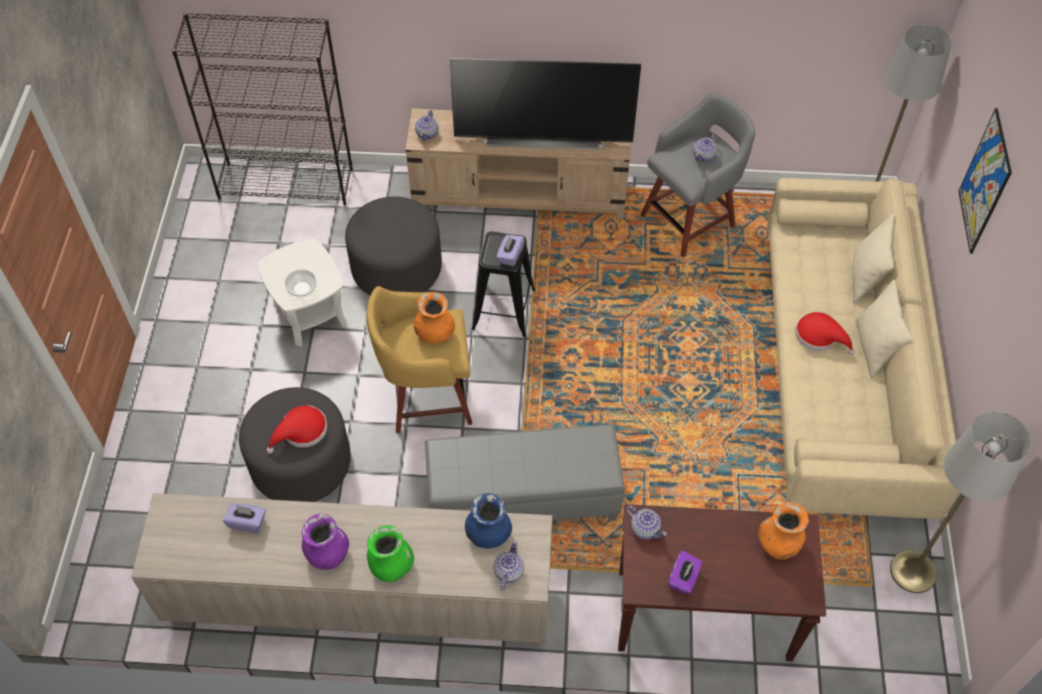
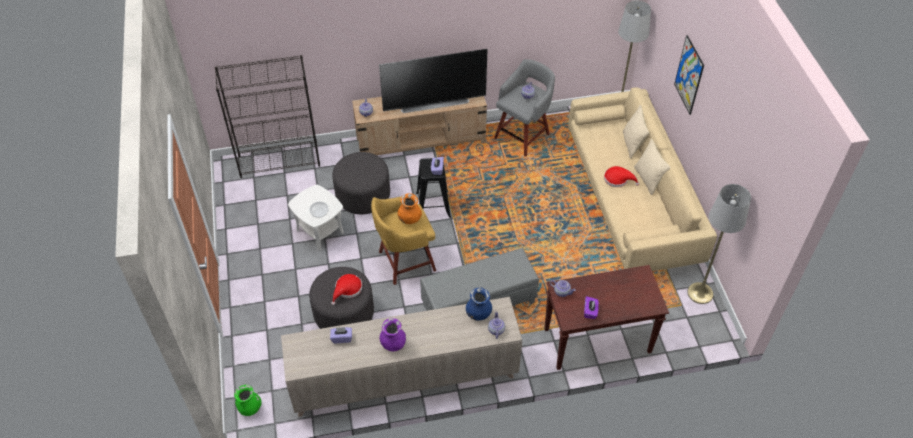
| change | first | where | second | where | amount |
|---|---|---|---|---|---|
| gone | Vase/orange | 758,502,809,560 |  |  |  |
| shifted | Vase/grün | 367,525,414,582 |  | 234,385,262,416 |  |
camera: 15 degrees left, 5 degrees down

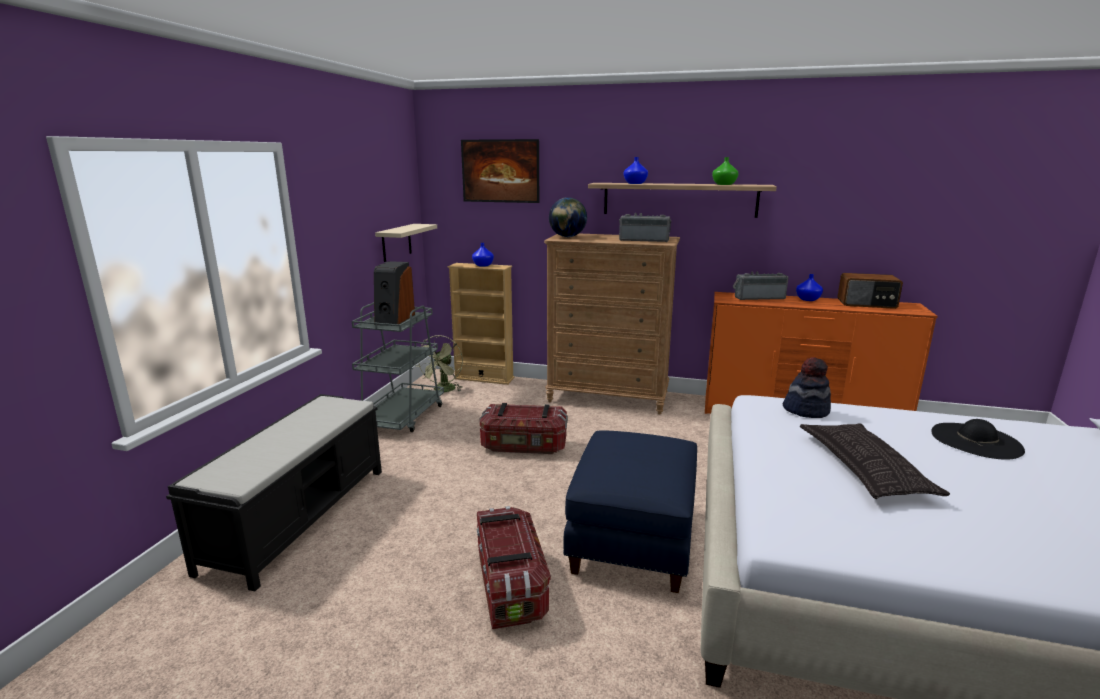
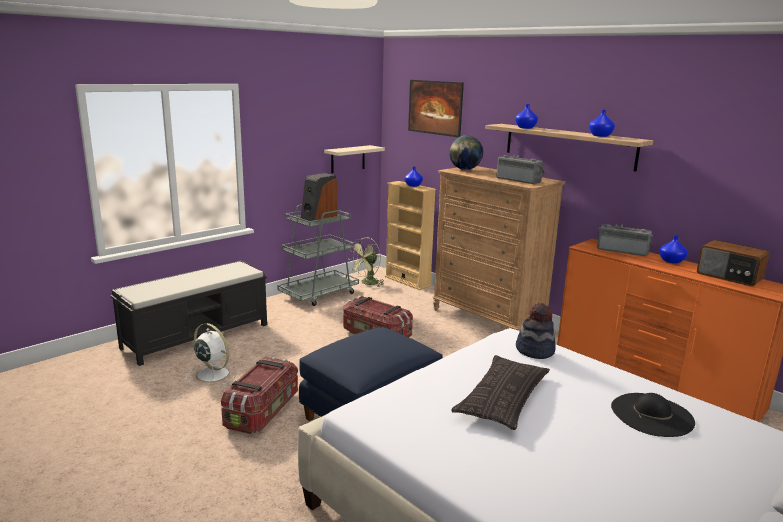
| change | first | where | second | where | amount |
|---|---|---|---|---|---|
| repainted | Vase/grün | 712,157,738,185 | Vase/blau | 589,110,615,137 |  |
| new |  |  | Ventilator/weiß | 186,323,238,385 |  |
camera: 30 degrees right, 0 degrees up

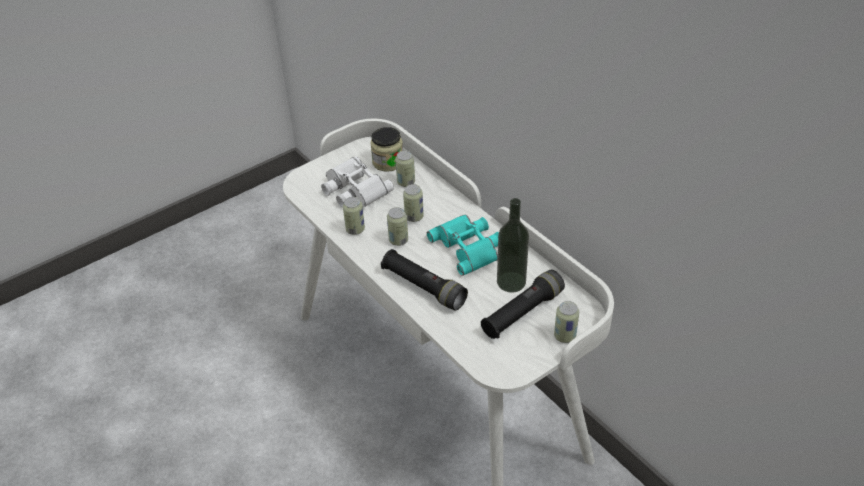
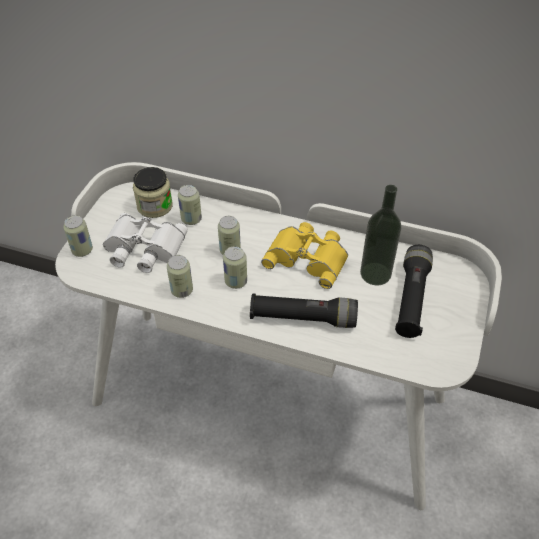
| change | first | where | second | where | amount |
|---|---|---|---|---|---|
| repainted | Fernglas/türkis | 427,215,499,276 | Fernglas/gelb | 261,222,348,289 |  |
| shifted | Dose | 554,301,579,343 |  | 63,215,93,257 |  |
camera: 35 degrees left, 5 degrees up

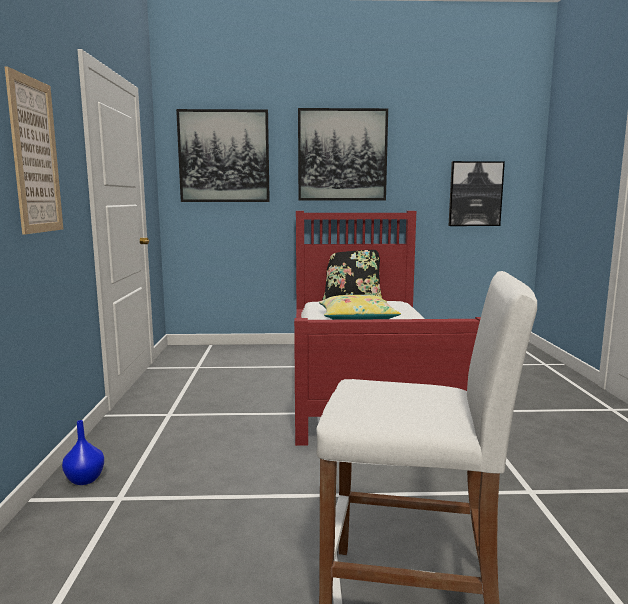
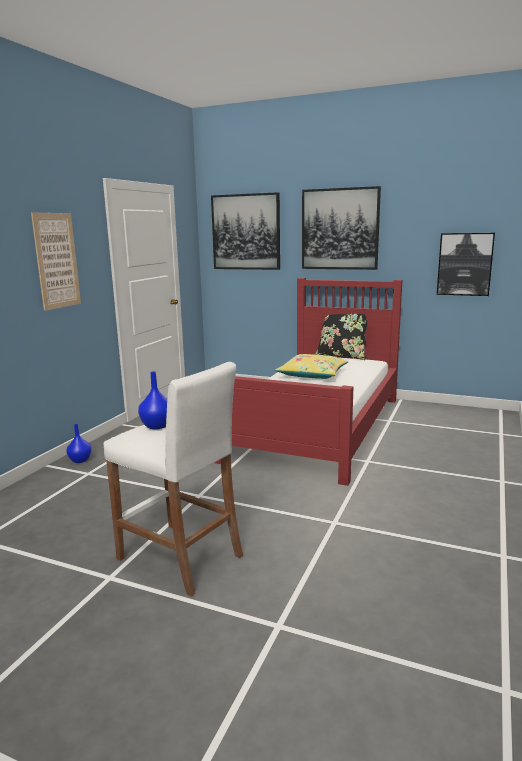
| change | first | where | second | where | amount |
|---|---|---|---|---|---|
| new |  |  | Vase/blau | 138,371,167,429 |  |
camera: 25 degrees right, 5 degrees up

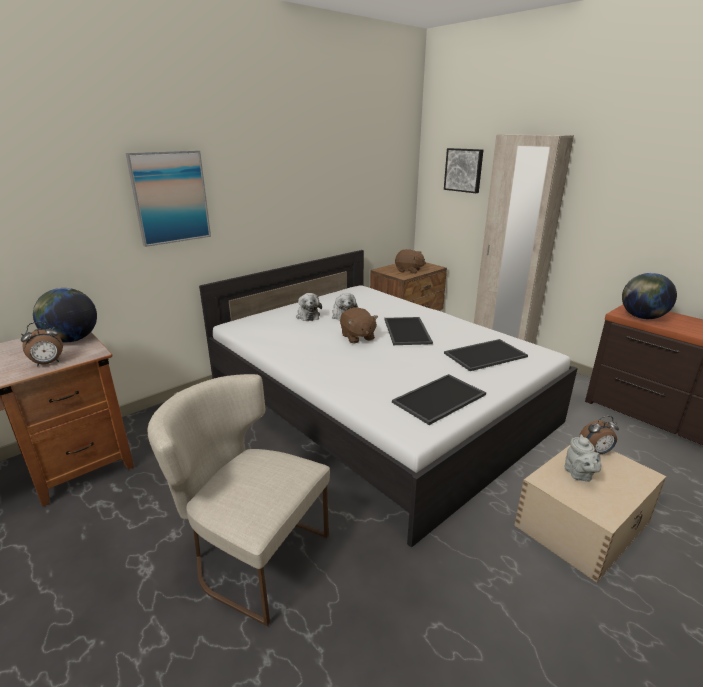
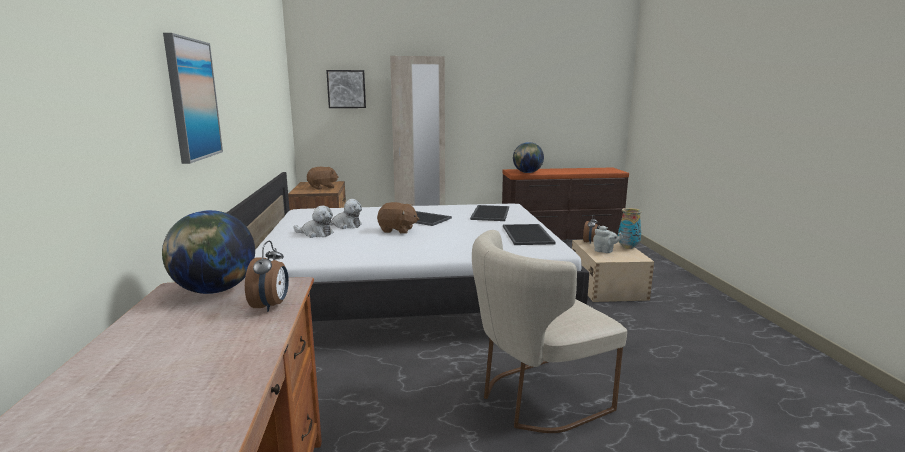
| change | first | where | second | where | amount |
|---|---|---|---|---|---|
| new |  |  | Vase | 618,208,642,249 |  |
camera: 55 degrees left, 10 degrees down

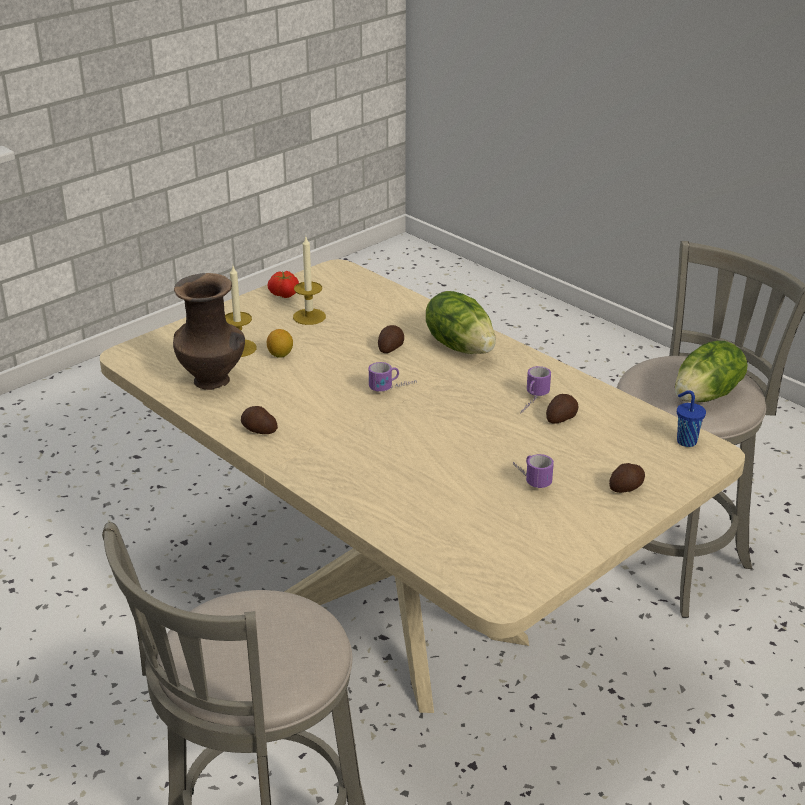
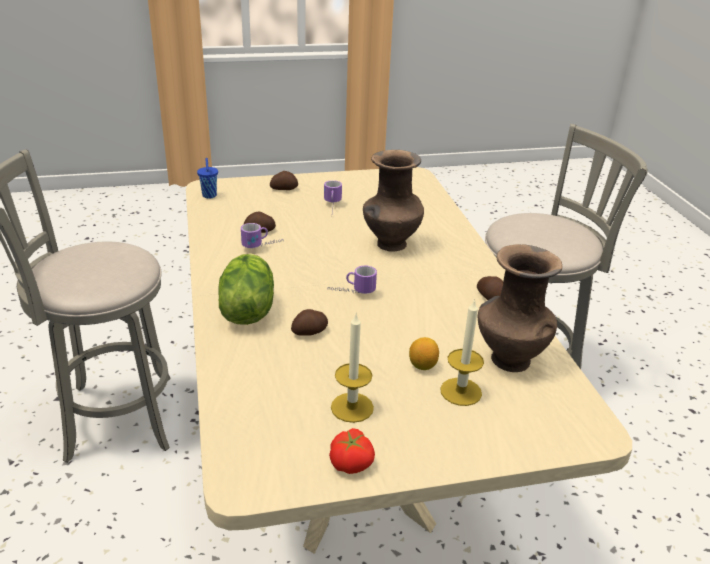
| change | first | where | second | where | amount |
|---|---|---|---|---|---|
| gone | Salatkopf | 675,341,748,402 |  |  |  |
| new |  |  | Vase/braun | 363,150,424,251 |  |
camera: 150 degrees left, 0 degrees up

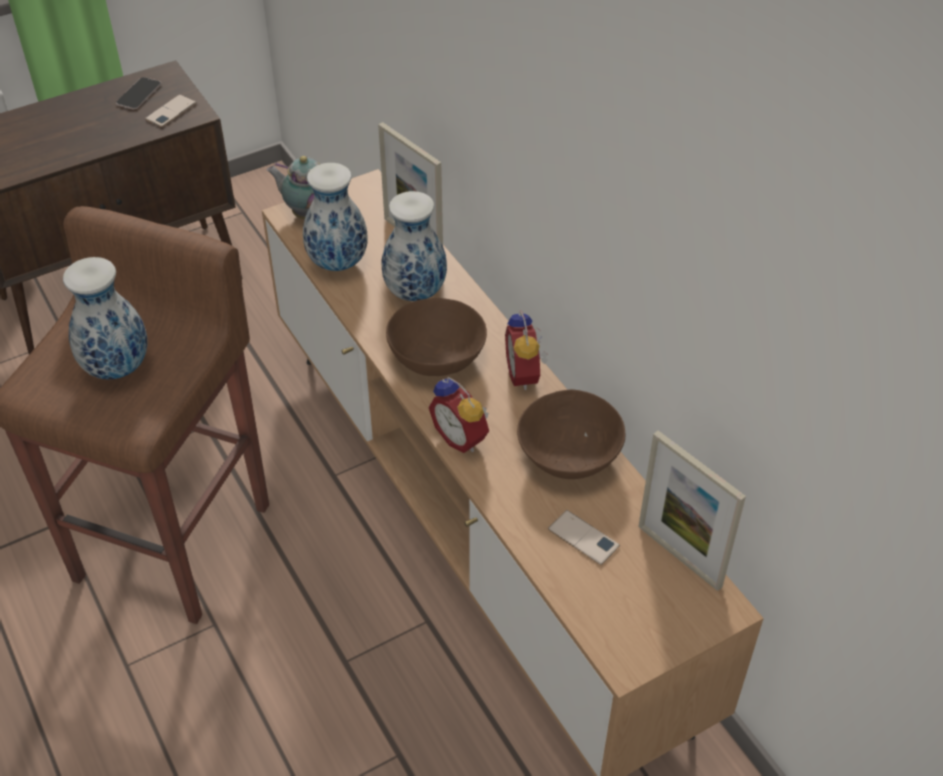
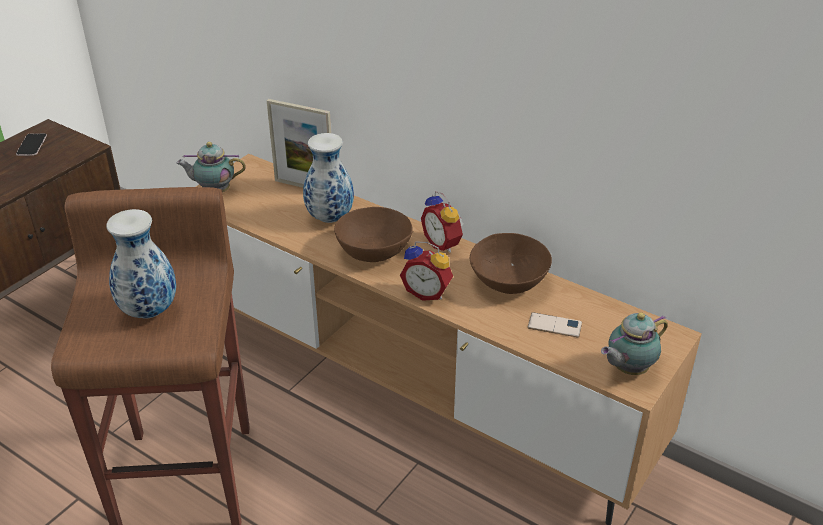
| change | first | where | second | where | amount |
|---|---|---|---|---|---|
| gone | Handy | 145,94,197,127 |  |  |  |
| gone | Vase | 303,163,368,271 |  |  |  |
| gone | Bilderrahmen | 638,430,746,591 |  |  |  |
| new |  |  | Teekanne | 601,312,668,375 |  |
camera: 25 degrees left, 10 degrees down

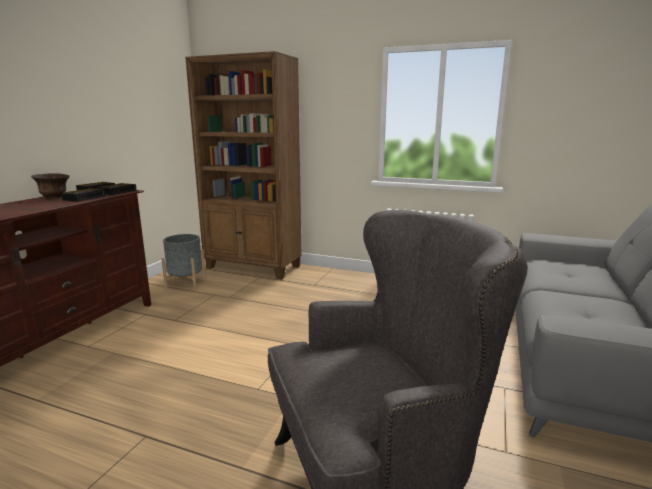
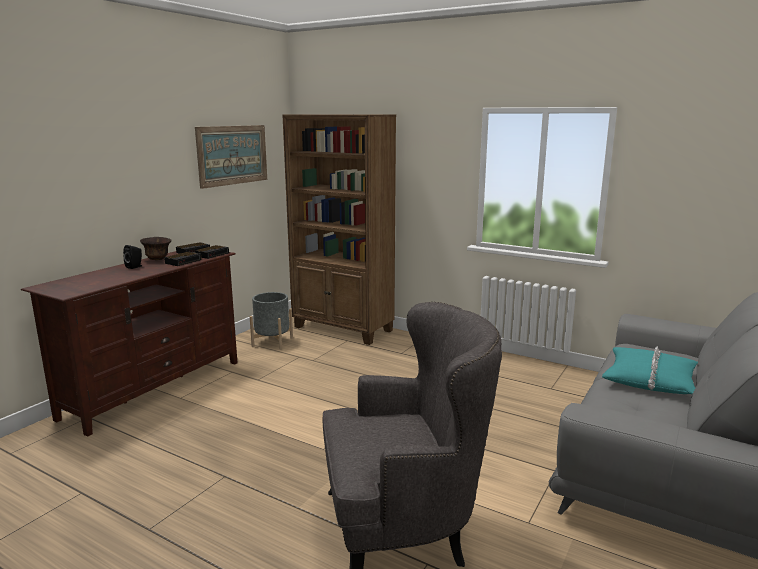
| change | first | where | second | where | amount |
|---|---|---|---|---|---|
| new |  |  | Bild | 195,125,267,189 |  |
| new |  |  | Lautsprecher/schwarz | 123,245,142,269 |  |
| new |  |  | Kissen/türkis | 602,347,698,394 |  |
camera: 10 degrees right, 0 degrees up

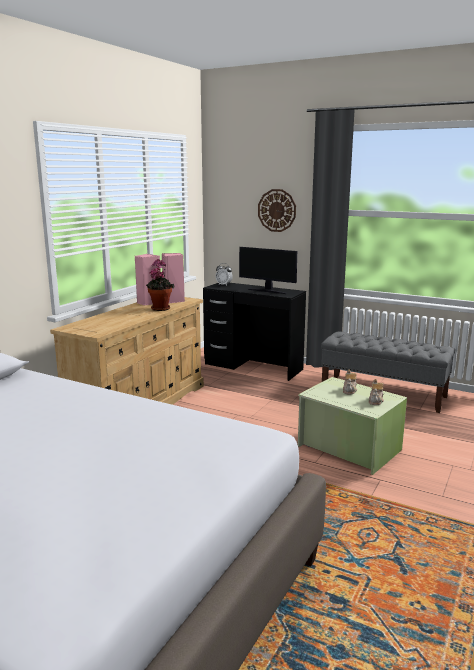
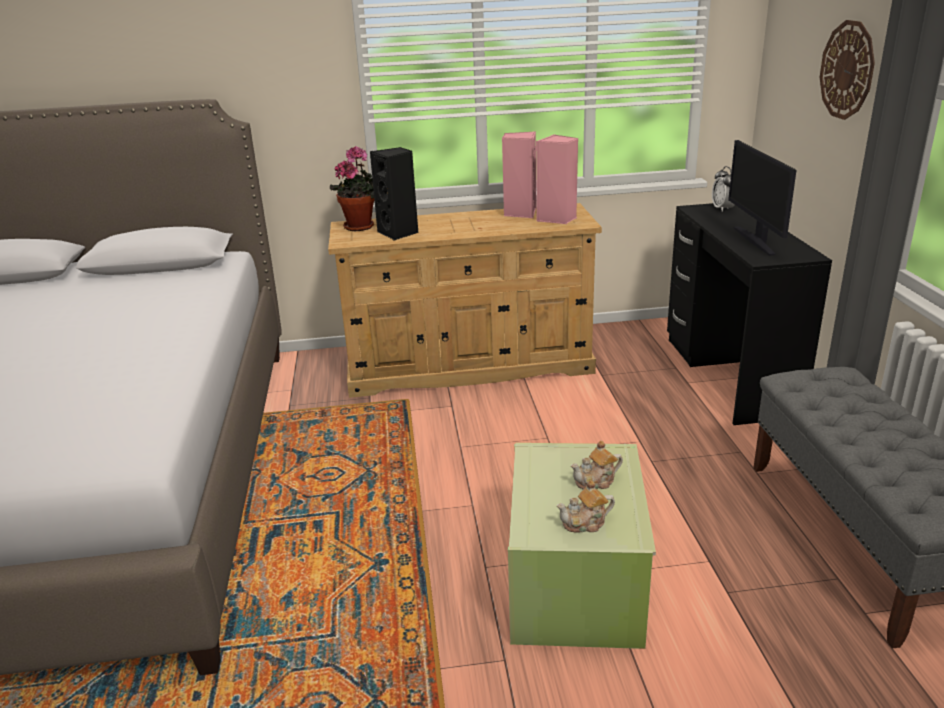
| change | first | where | second | where | amount |
|---|---|---|---|---|---|
| shifted | Topfpflanze | 146,259,174,311 |  | 330,146,374,231 |  |
| new |  |  | Lautsprecher/schwarz | 370,147,418,241 |  |
camera: 55 degrees right, 10 degrees up

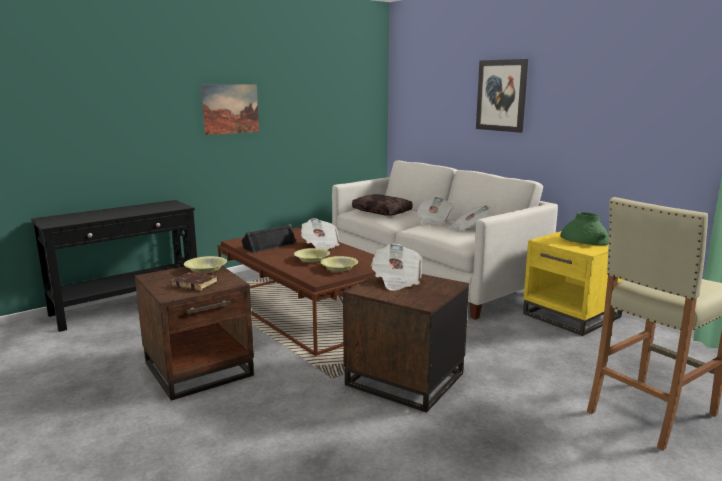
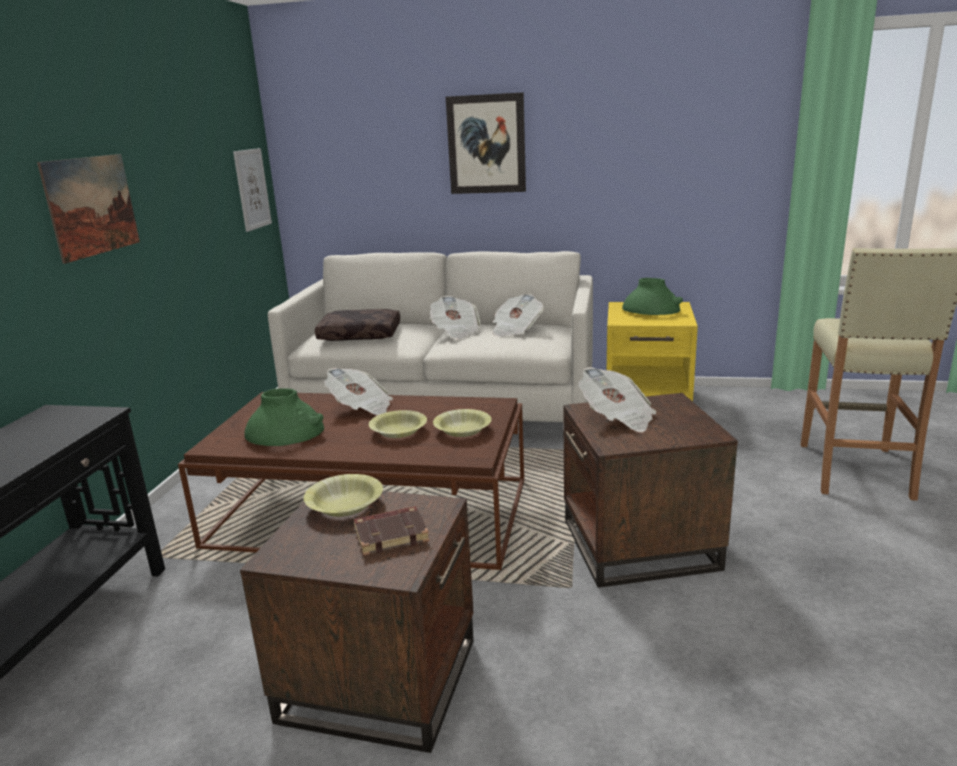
| change | first | where | second | where | amount |
|---|---|---|---|---|---|
| swapped | Lautsprecher/schwarz | 241,224,296,253 | Vase/grün | 244,388,324,446 |  |
| new |  |  | Bild | 233,148,272,232 |  |
camera: 40 degrees left, 5 degrees up

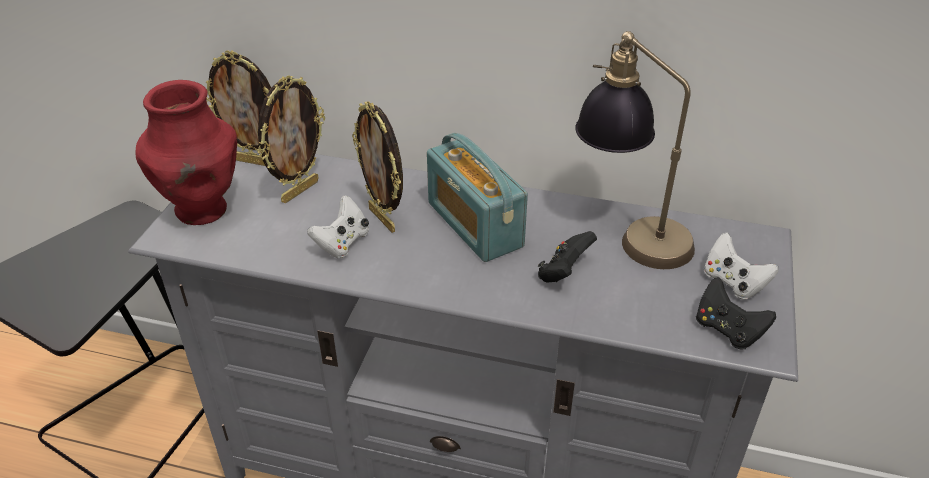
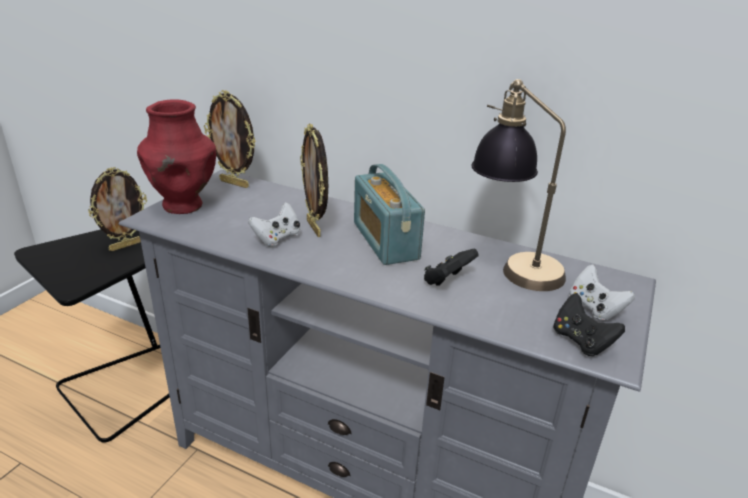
| change | first | where | second | where | amount |
|---|---|---|---|---|---|
| shifted | Bilderrahmen | 258,75,325,203 |  | 88,167,147,251 |  |
camera: 10 degrees right, 10 degrees down

